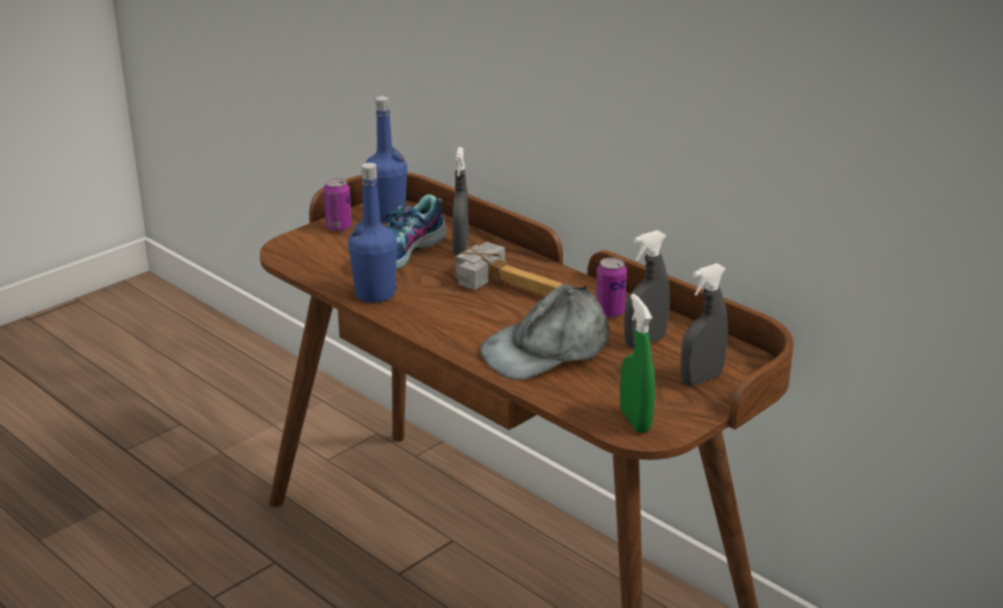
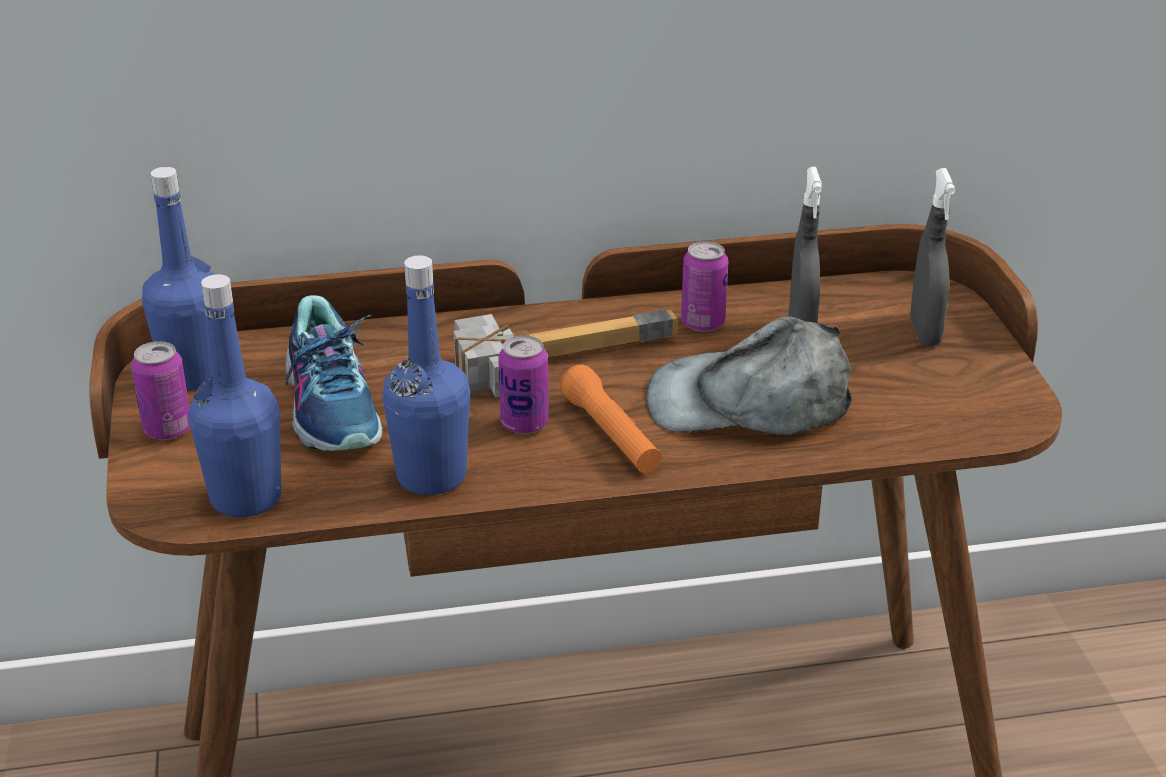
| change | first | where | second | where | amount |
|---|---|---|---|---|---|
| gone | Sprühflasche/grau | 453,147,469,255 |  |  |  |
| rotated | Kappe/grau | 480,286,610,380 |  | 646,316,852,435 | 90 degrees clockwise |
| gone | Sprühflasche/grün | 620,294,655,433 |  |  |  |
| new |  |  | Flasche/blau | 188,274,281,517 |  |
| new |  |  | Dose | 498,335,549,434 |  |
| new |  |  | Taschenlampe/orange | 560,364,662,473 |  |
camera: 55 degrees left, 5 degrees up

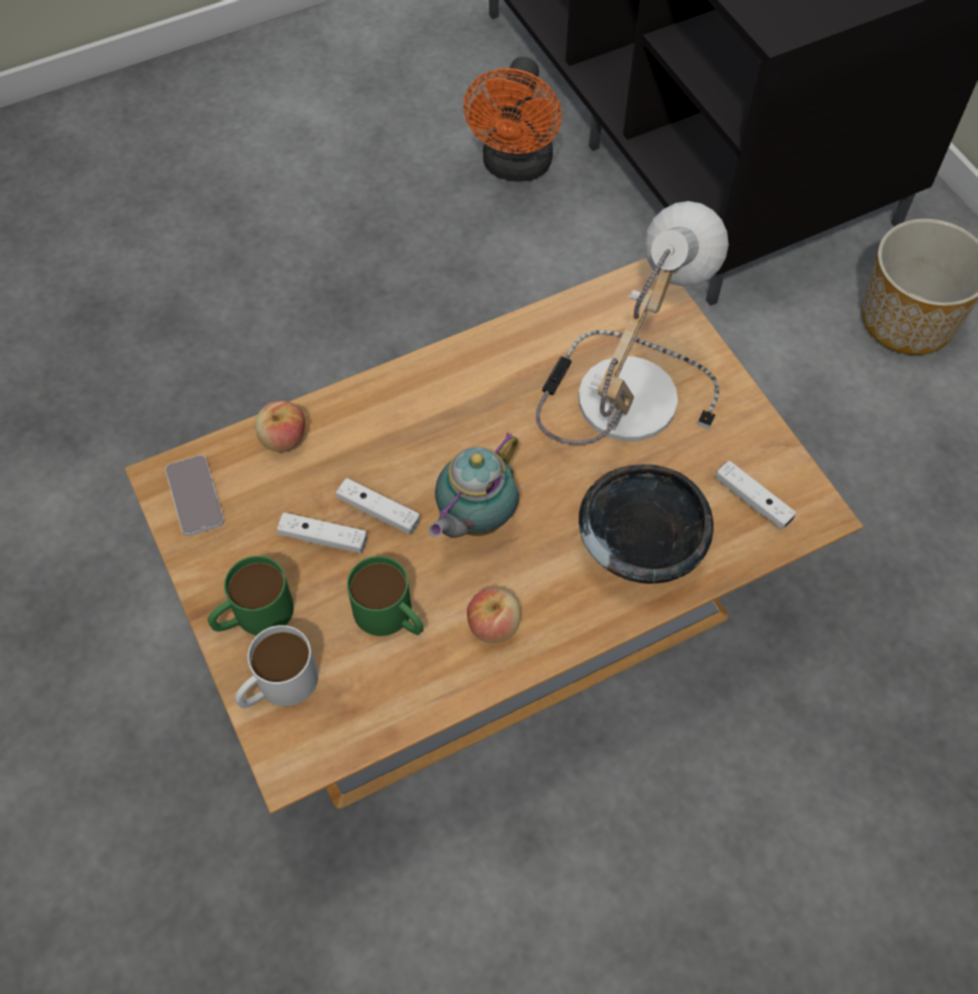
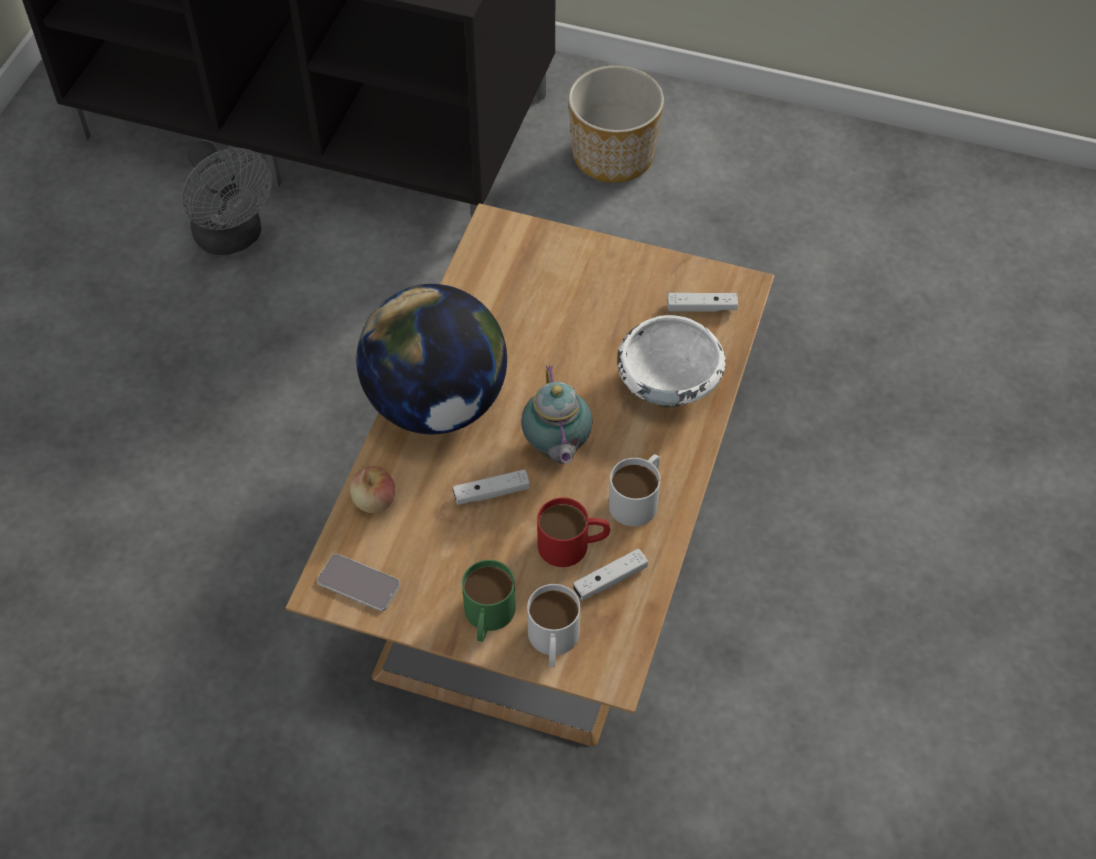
| change | first | where | second | where | amount |
|---|---|---|---|---|---|
| repainted | Ventilator/orange | 464,57,561,182 | Ventilator/grau | 182,141,272,255 |  |
| gone | Tischlampe | 536,201,729,445 |  |  |  |
| repainted | Schüssel/schwarz | 579,464,714,584 | Schüssel/weiß | 617,315,726,408 |  |
| shifted | Gamepad/weiß | 277,512,367,554 |  | 573,549,648,601 |  |
| repainted | Henkelbecher/grün | 347,556,424,636 | Henkelbecher/rot | 537,497,610,567 |  |
| swapped | Apfel | 467,588,521,643 | Henkelbecher/weiß | 609,454,661,526 |  |
| new |  |  | Globus | 356,284,507,434 |  |
camera: 45 degrees left, 5 degrees down

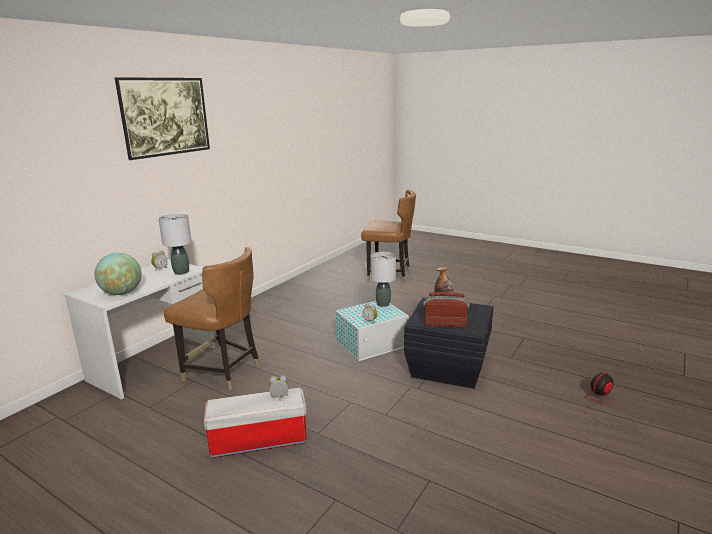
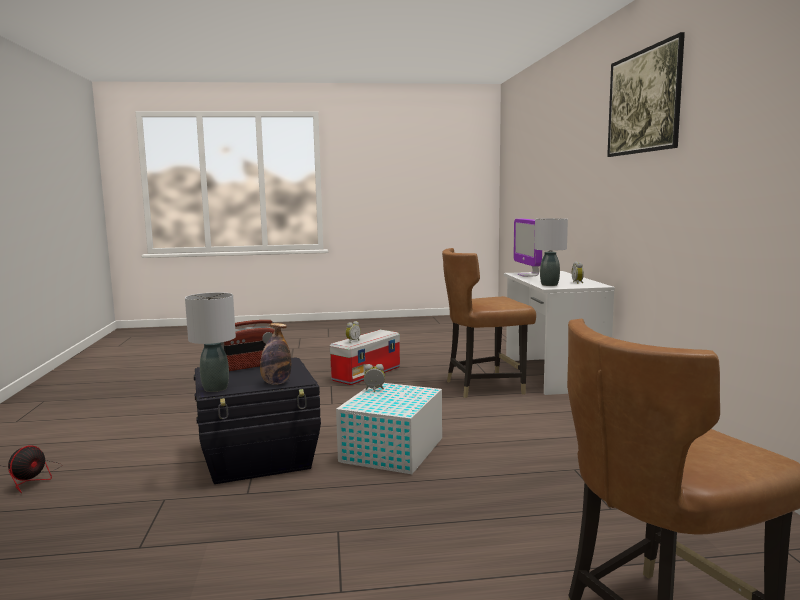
| change | first | where | second | where | amount |
|---|---|---|---|---|---|
| shifted | Tischlampe/grau | 370,252,396,307 |  | 185,292,236,392 |  |
| swapped | Globus | 94,253,142,295 | Monitor | 514,219,542,277 |  |
camera: 140 degrees right, 10 degrees down

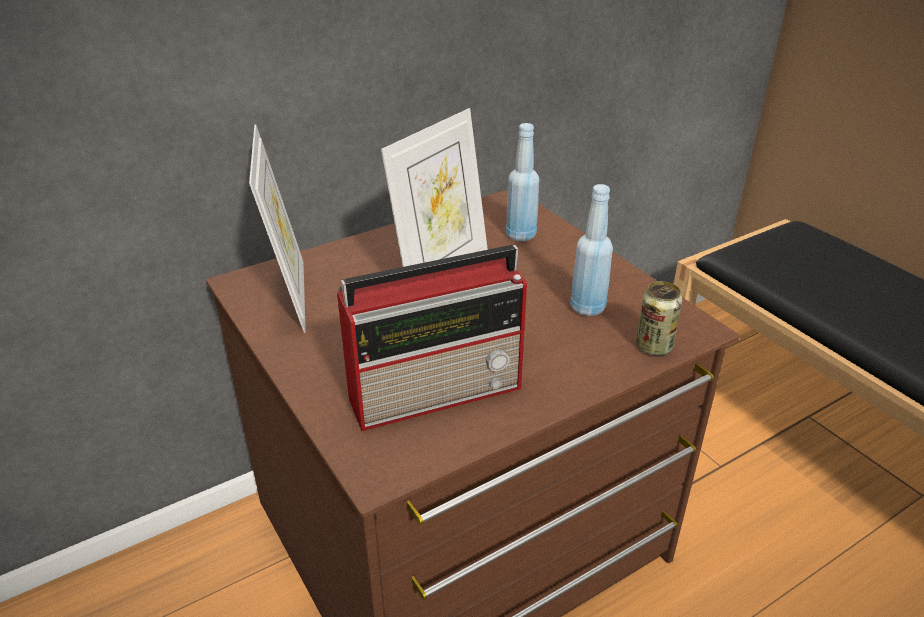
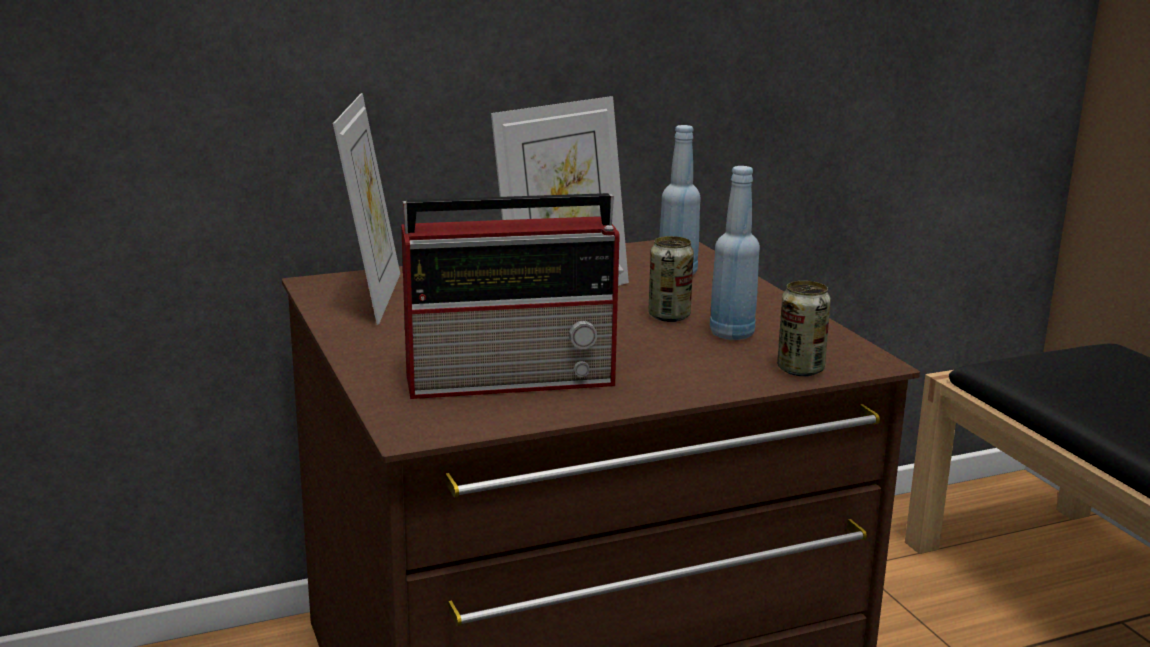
| change | first | where | second | where | amount |
|---|---|---|---|---|---|
| new |  |  | Dose | 648,236,694,322 |  |
camera: 10 degrees right, 15 degrees down

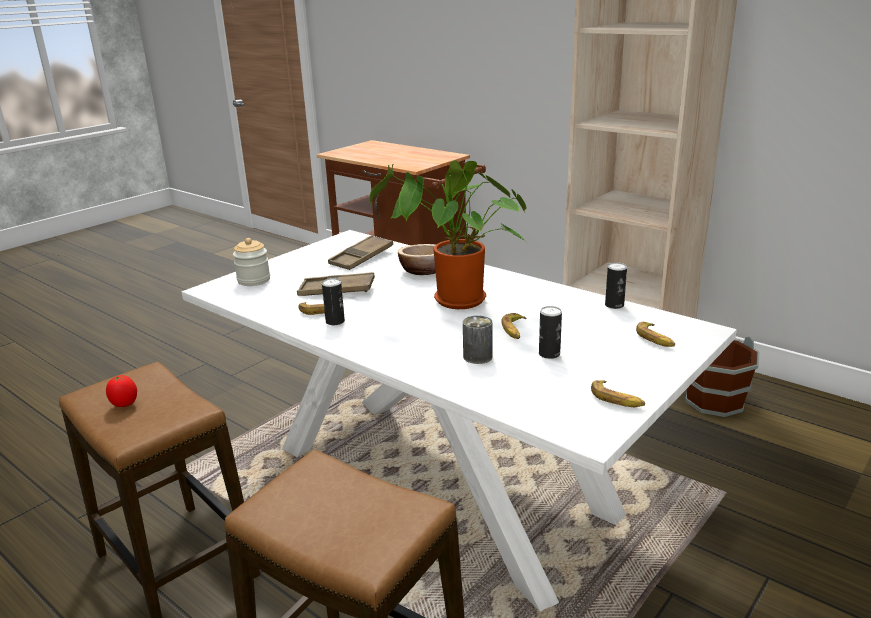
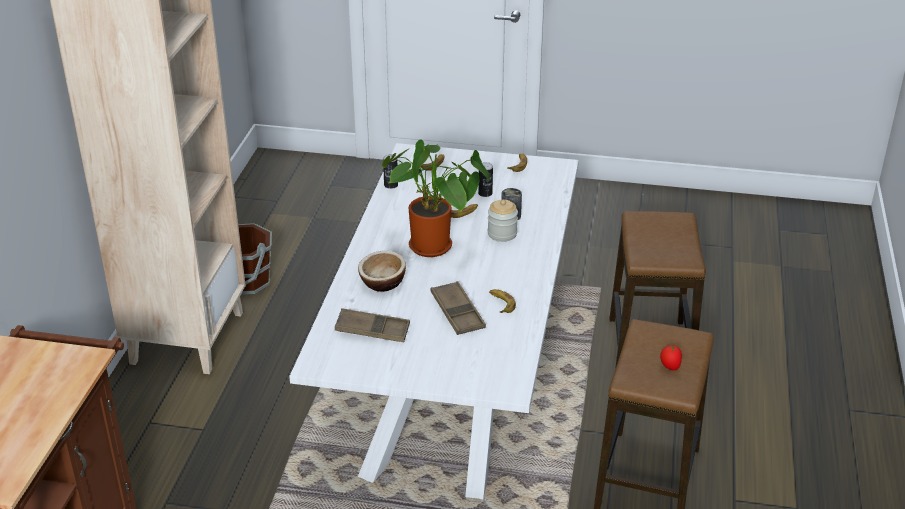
| change | first | where | second | where | amount |
|---|---|---|---|---|---|
| shifted | Vorratsglas | 233,238,270,286 |  | 488,199,518,242 |  |
| gone | Dose | 322,278,345,325 |  |  |  |
camera: 120 degrees left, 10 degrees up

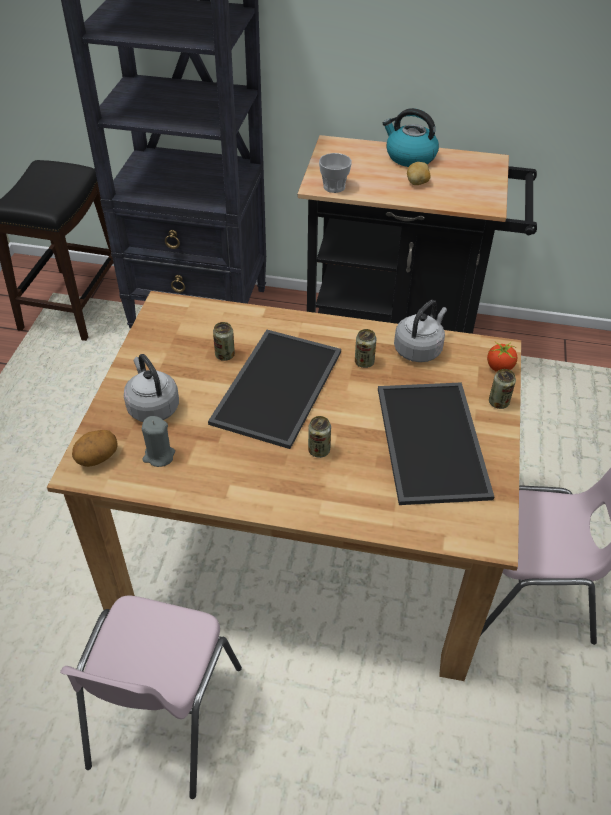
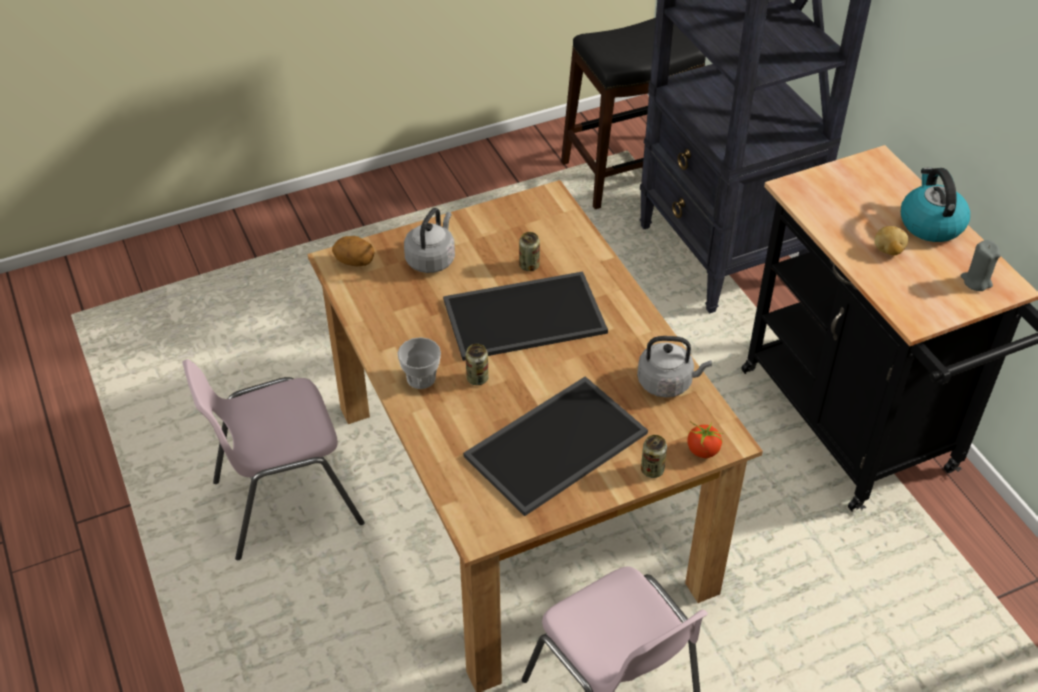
| change | first | where | second | where | amount |
|---|---|---|---|---|---|
| shifted | Tasse | 319,153,352,193 |  | 397,337,441,389 |  |
| gone | Dose | 355,329,376,368 |  |  |  |
| shifted | Kerze/grau | 142,416,175,467 |  | 961,240,1000,291 |  |
camera: 55 degrees right, 0 degrees up

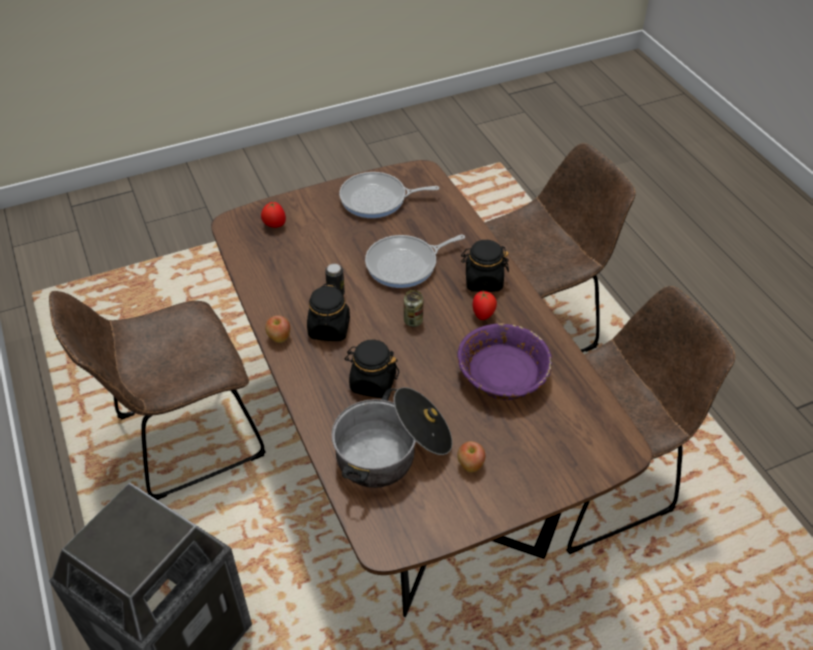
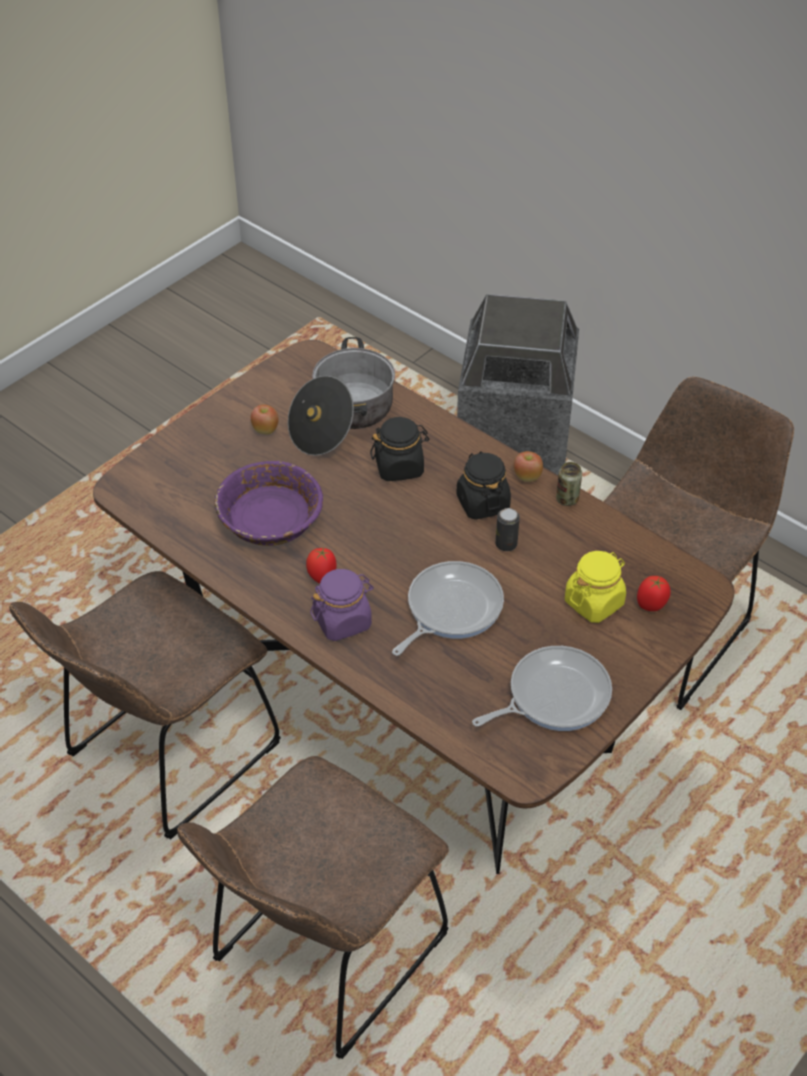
| change | first | where | second | where | amount |
|---|---|---|---|---|---|
| repainted | Vorratsglas/schwarz | 461,240,509,292 | Vorratsglas/lila | 310,569,374,641 |  |
| shifted | Dose | 404,290,423,327 |  | 556,462,582,506 |  |
| new |  |  | Vorratsglas/gelb | 565,551,626,623 |  |
camera: 155 degrees right, 0 degrees up

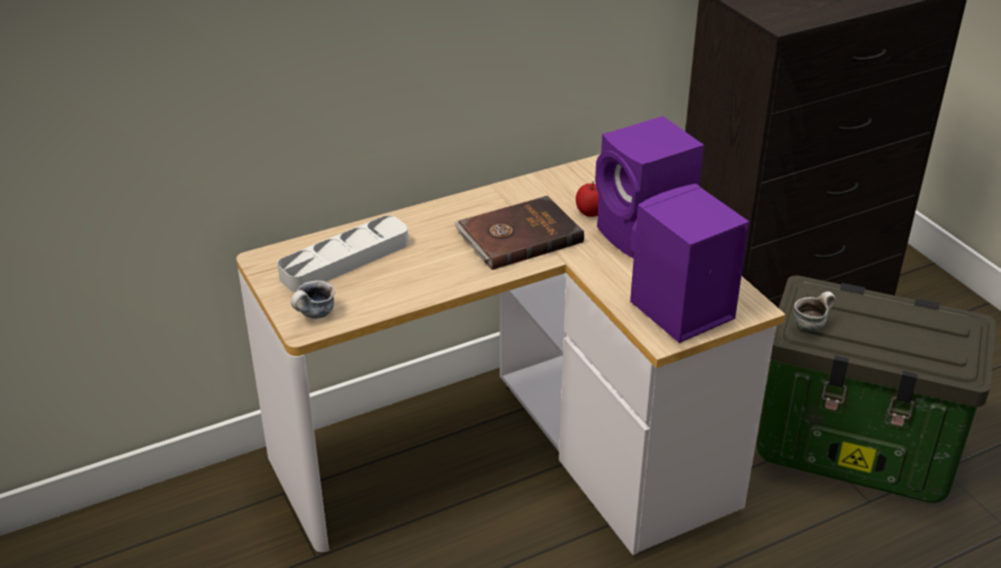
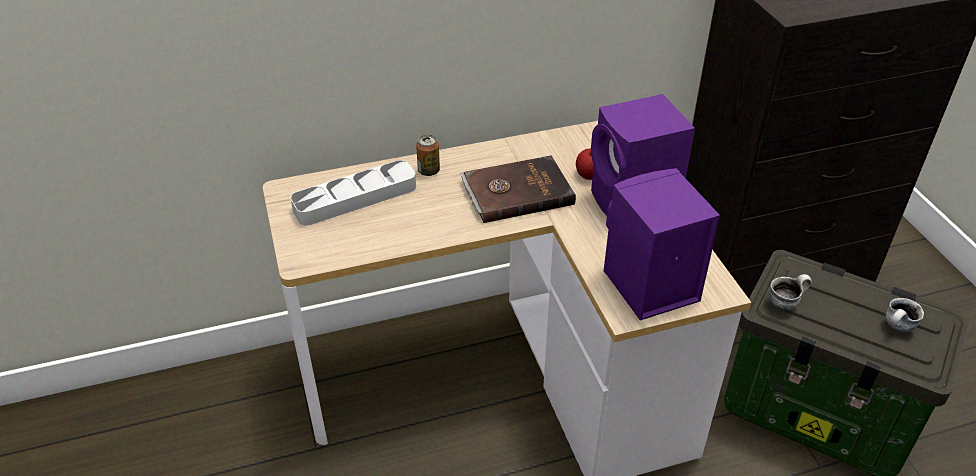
| change | first | where | second | where | amount |
|---|---|---|---|---|---|
| shifted | Henkelbecher | 291,280,334,319 |  | 885,298,924,332 |  |
| new |  |  | Dose | 416,135,440,176 |  |
camera: 10 degrees right, 5 degrees up

